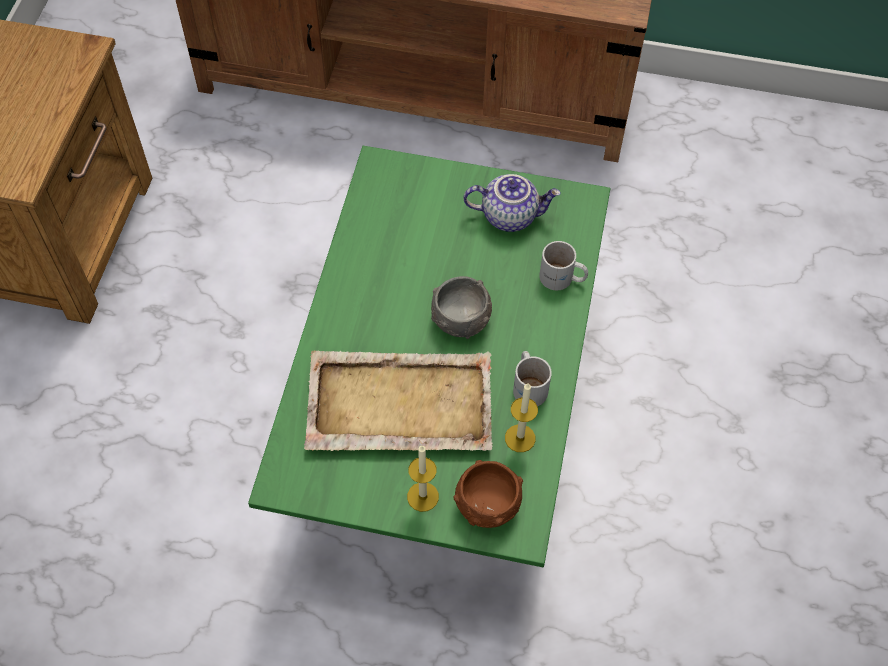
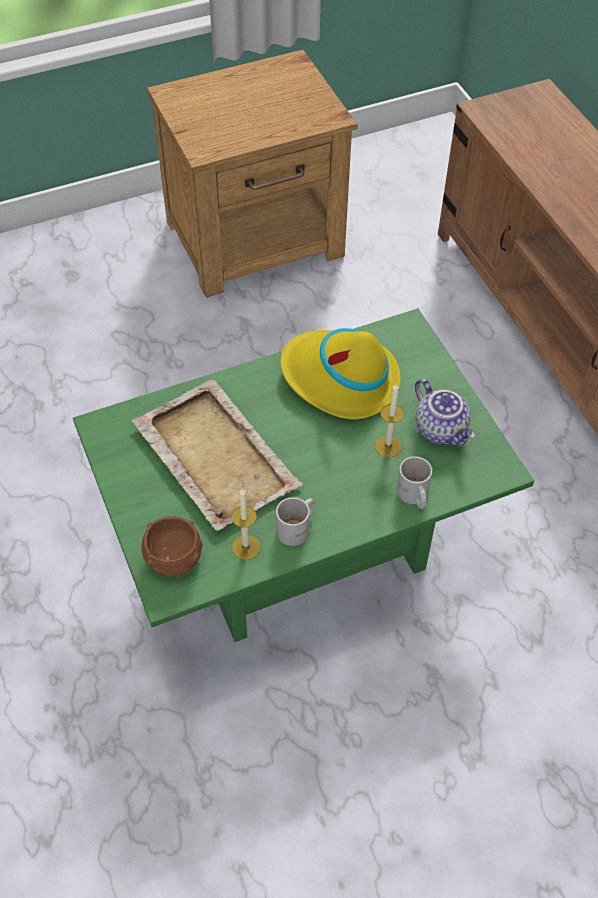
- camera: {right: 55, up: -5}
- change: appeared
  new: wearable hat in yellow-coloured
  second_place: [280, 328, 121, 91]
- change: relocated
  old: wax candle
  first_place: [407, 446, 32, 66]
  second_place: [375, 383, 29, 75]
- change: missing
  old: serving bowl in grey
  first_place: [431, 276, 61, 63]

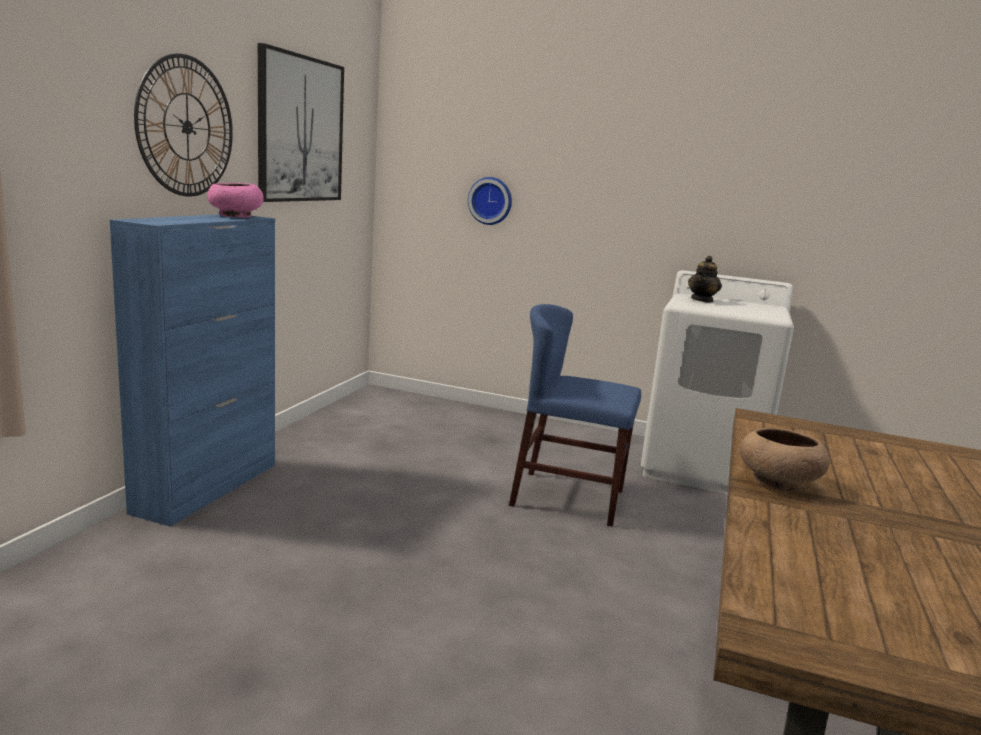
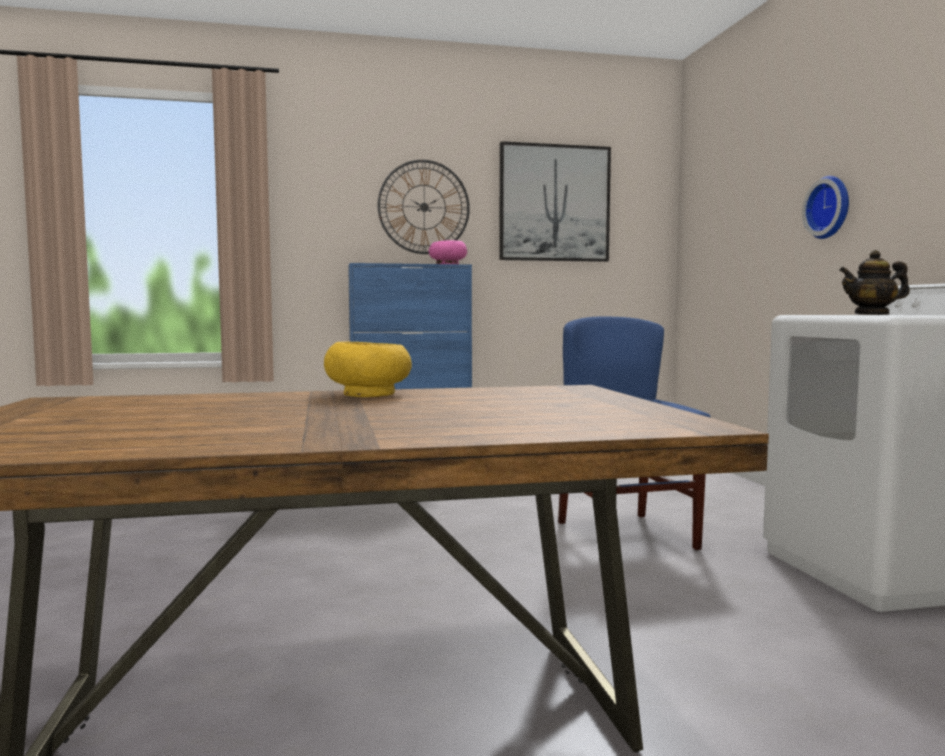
- camera: {right: 60, up: -10}
- change: colour
  old: serving bowl in brownish
  new: serving bowl in yellow-coloured
  first_place: [740, 428, 90, 64]
  second_place: [324, 341, 88, 56]
- change: relocated
  old: clock on the wall
  first_place: [468, 177, 44, 48]
  second_place: [802, 176, 47, 63]

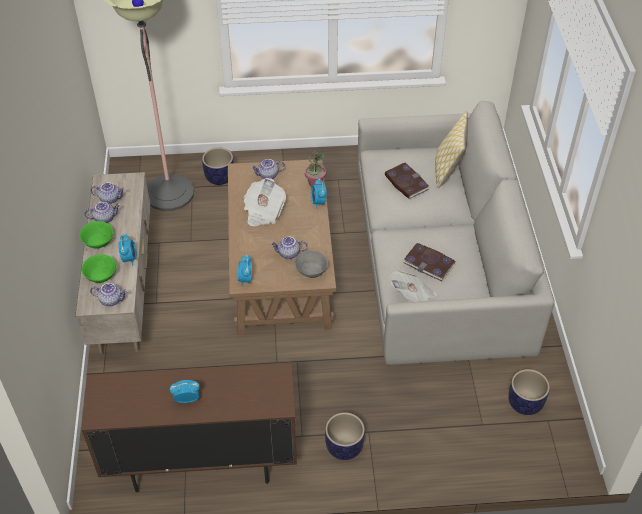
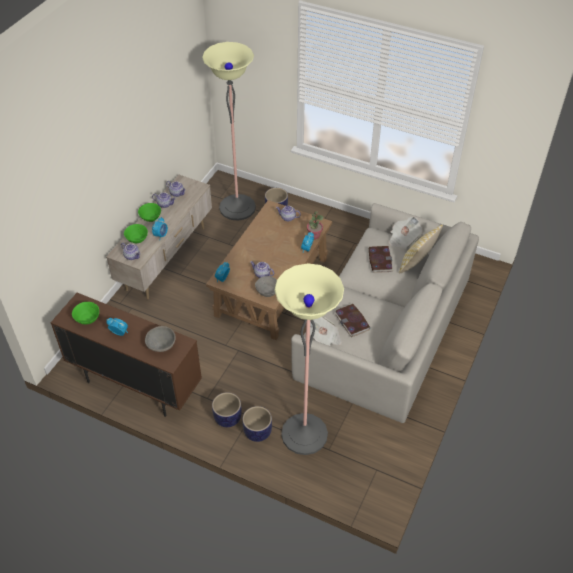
- camera: {right: 30, up: 0}
- change: appeared
  new: serving bowl in greenish
  second_place: [72, 302, 27, 23]
- change: appeared
  new: serving bowl in grey
  second_place: [145, 326, 31, 26]
- change: relocated
  old: planter
  first_place: [508, 369, 42, 46]
  second_place: [242, 406, 30, 36]
- change: appeared
  new: standing lamp
  second_place: [274, 263, 70, 192]
- change: relocated
  old: printed paper
  first_place: [243, 178, 43, 48]
  second_place: [388, 217, 35, 32]

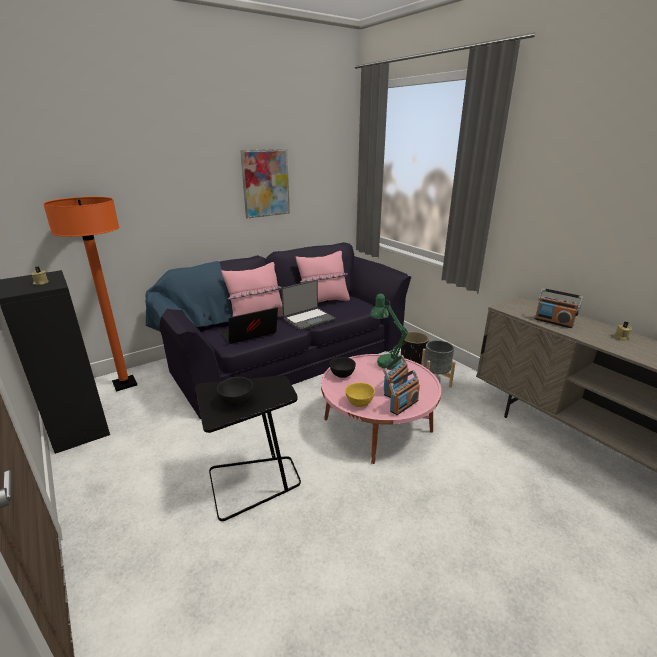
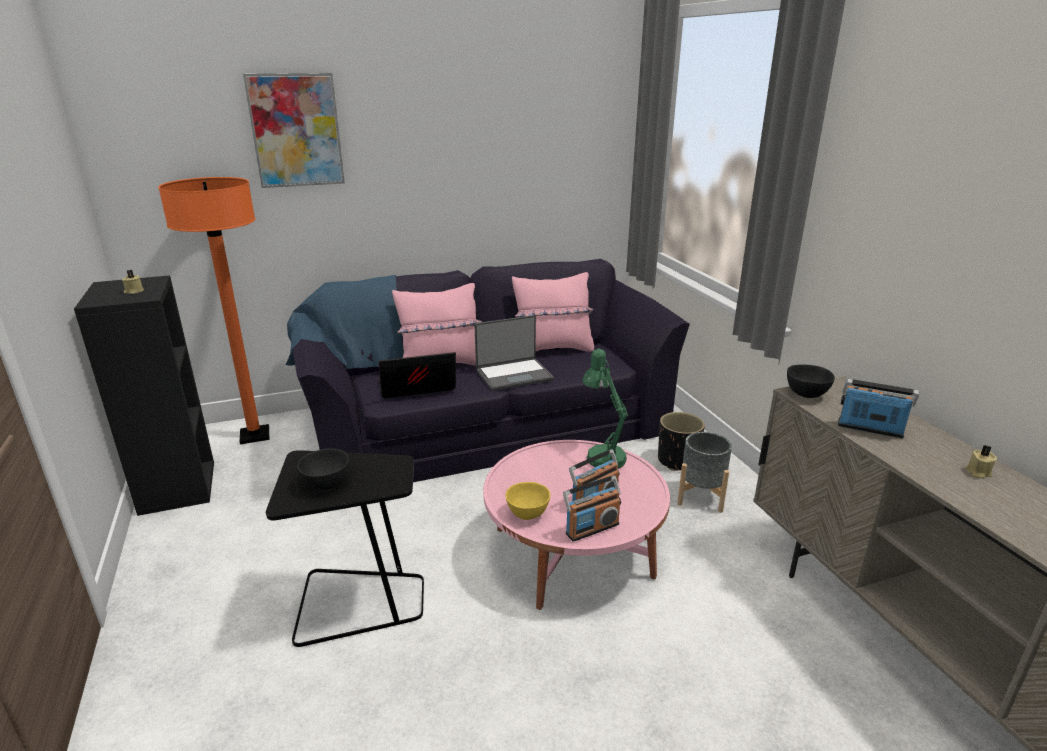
- camera: {right: 15, up: 0}
- change: relocated
  old: picture
  first_place: [240, 149, 50, 69]
  second_place: [243, 73, 102, 115]
- change: relocated
  old: serving bowl in blackish
  first_place: [330, 357, 26, 21]
  second_place: [787, 364, 48, 34]
- change: spun
  old: radio set
  first_place: [535, 288, 48, 40]
  second_place: [838, 379, 81, 59]
  degrees: 150

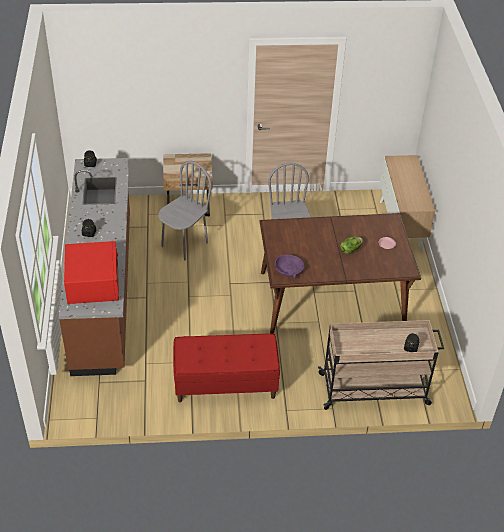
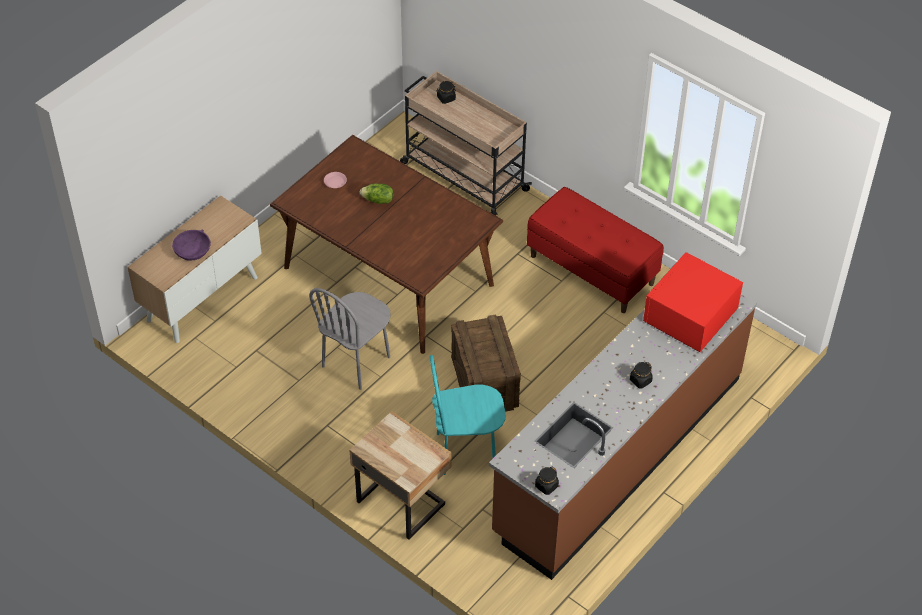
- camera: {right: -135, up: 5}
- change: relocated
  old: serving bowl in purple-coloured
  first_place: [275, 255, 29, 24]
  second_place: [172, 230, 39, 31]
- change: colour
  old: chair in grey
  new: chair in turquoise-coloured
  first_place: [158, 161, 54, 99]
  second_place: [430, 355, 76, 120]
- change: appeared
  new: shipping crate
  second_place: [451, 314, 70, 98]

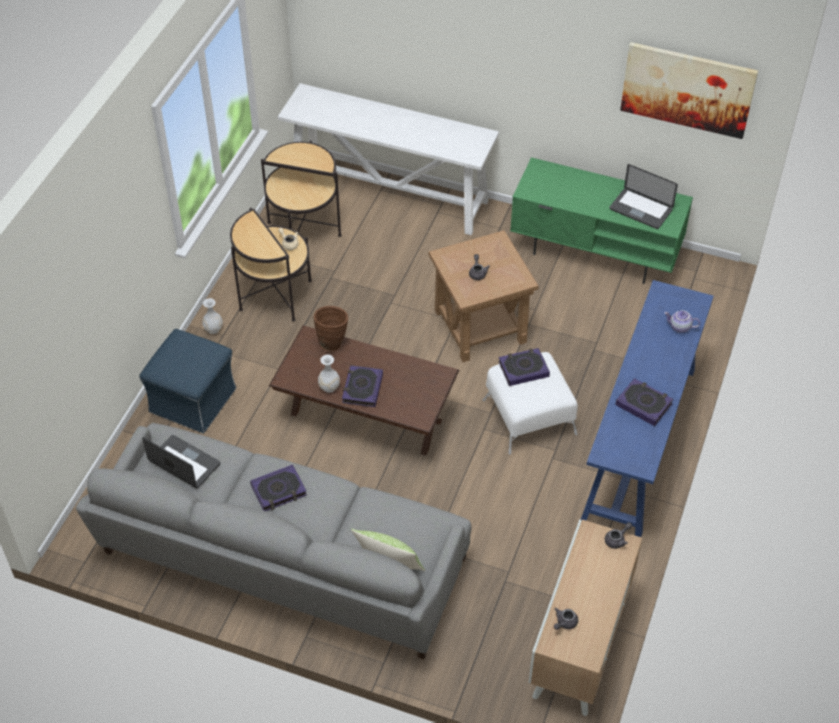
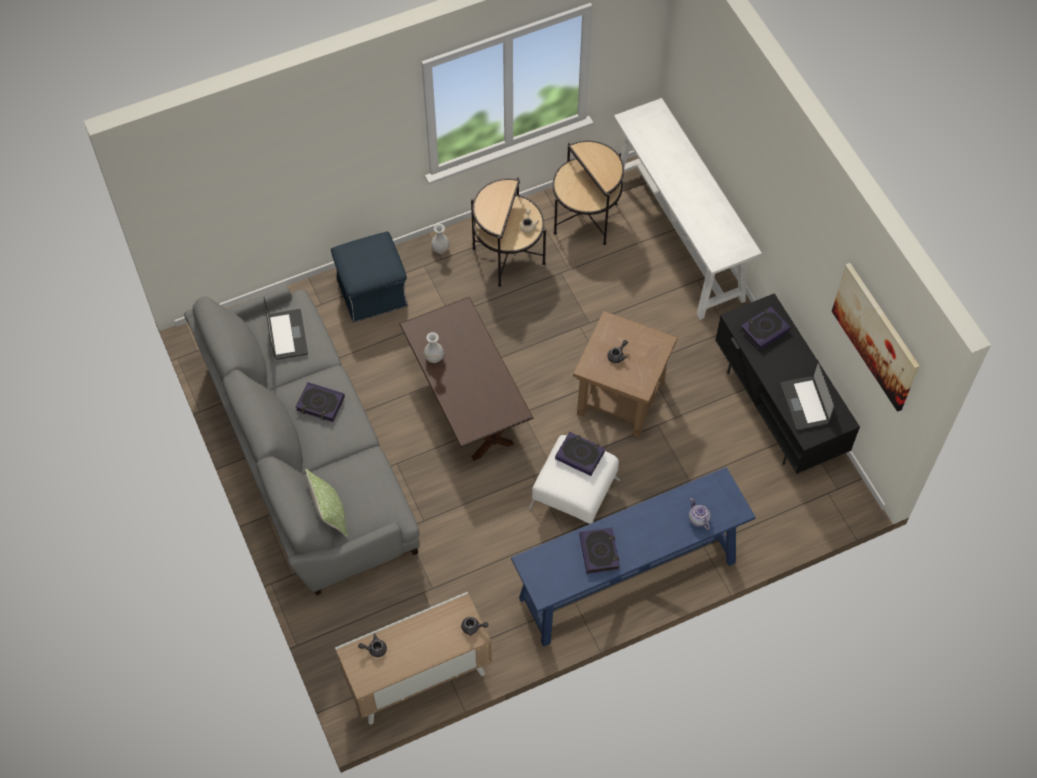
- camera: {right: 45, up: 10}
- change: colour
  old: tv unit in greenish
  new: tv unit in blackish
  first_place: [510, 157, 183, 127]
  second_place: [715, 293, 145, 181]
- change: relocated
  old: book
  first_place: [342, 365, 41, 42]
  second_place: [740, 307, 50, 43]
- change: missing
  old: decorative vase in brownish
  first_place: [314, 306, 34, 46]

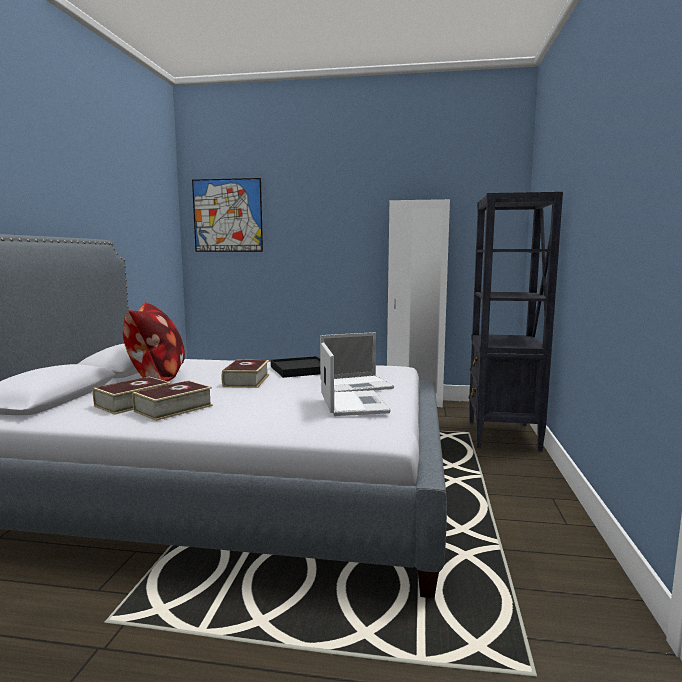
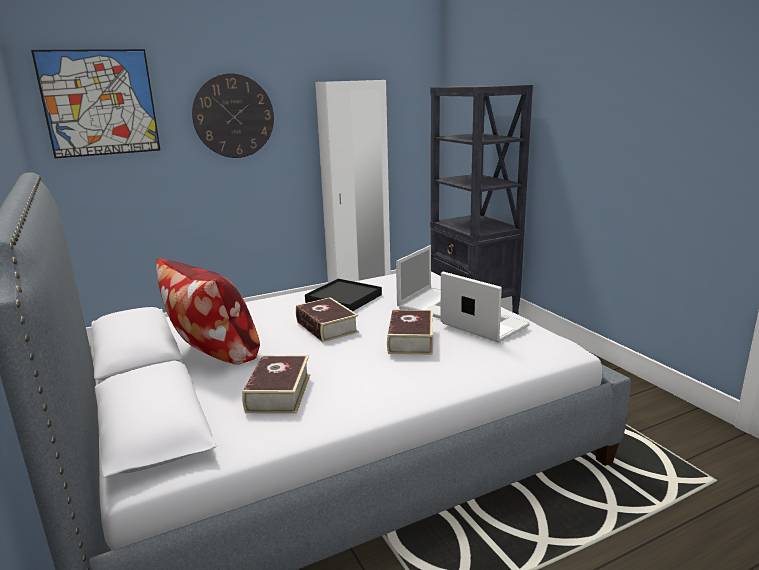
- camera: {right: -35, up: 10}
- change: appeared
  new: clock on the wall
  second_place: [192, 73, 82, 85]
- change: relocated
  old: book
  first_place: [132, 380, 81, 41]
  second_place: [387, 310, 46, 45]

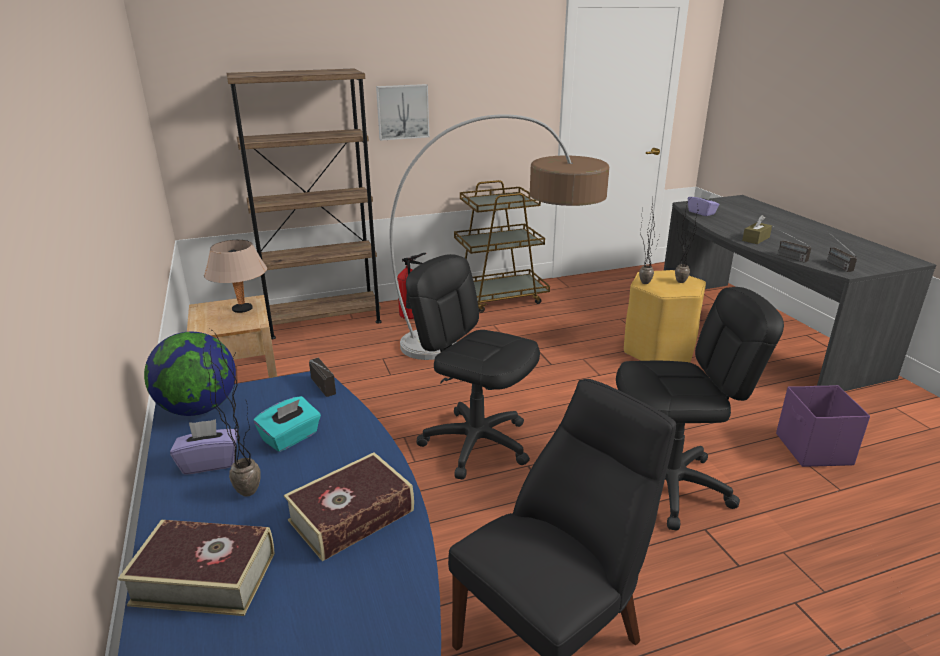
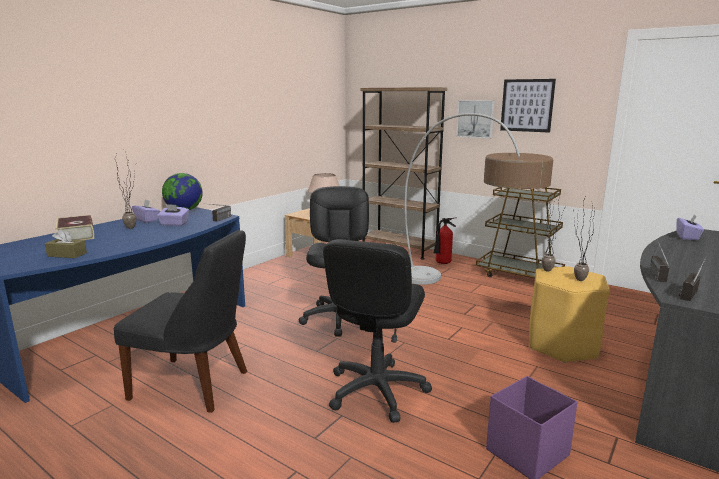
- camera: {right: 55, up: -10}
- change: relocated
  old: tissue holder in brownish
  first_place: [742, 215, 30, 29]
  second_place: [45, 229, 42, 29]
- change: colour
  old: tissue holder in turquoise-coloured
  new: tissue holder in purple-coloured
  first_place: [254, 396, 67, 56]
  second_place: [157, 204, 32, 22]
- change: spun
  old: computer chair in blackish
  first_place: [616, 287, 168, 244]
  second_place: [323, 239, 109, 184]
  degrees: 60
- change: appeared
  new: picture
  second_place: [500, 79, 56, 54]
- change: missing
  old: book
  first_place: [284, 452, 130, 109]

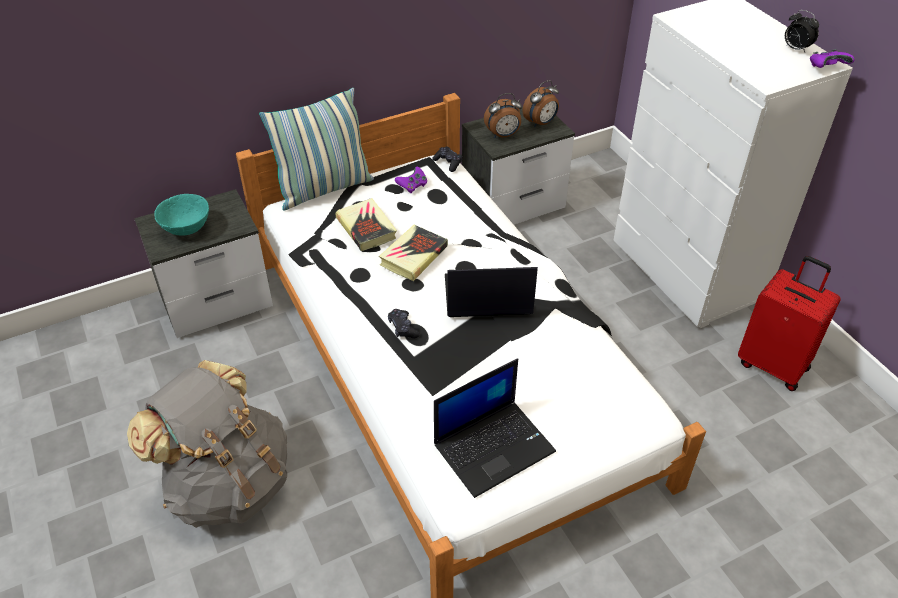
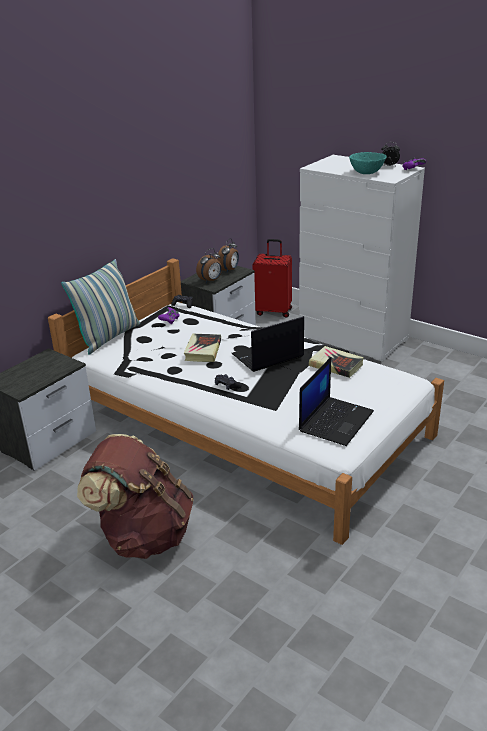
- camera: {right: -25, up: -15}
- change: colour
  old: rucksack in grey
  new: rucksack in brownish
  first_place: [127, 360, 160, 168]
  second_place: [77, 434, 117, 125]
- change: relocated
  old: piece of luggage in reddish
  first_place: [738, 256, 103, 135]
  second_place: [252, 239, 40, 79]
- change: relocated
  old: book
  first_place: [336, 198, 61, 53]
  second_place: [309, 346, 55, 32]
- change: relocated
  old: serving bowl in turquoise-coloured
  first_place: [154, 194, 55, 42]
  second_place: [349, 152, 38, 22]

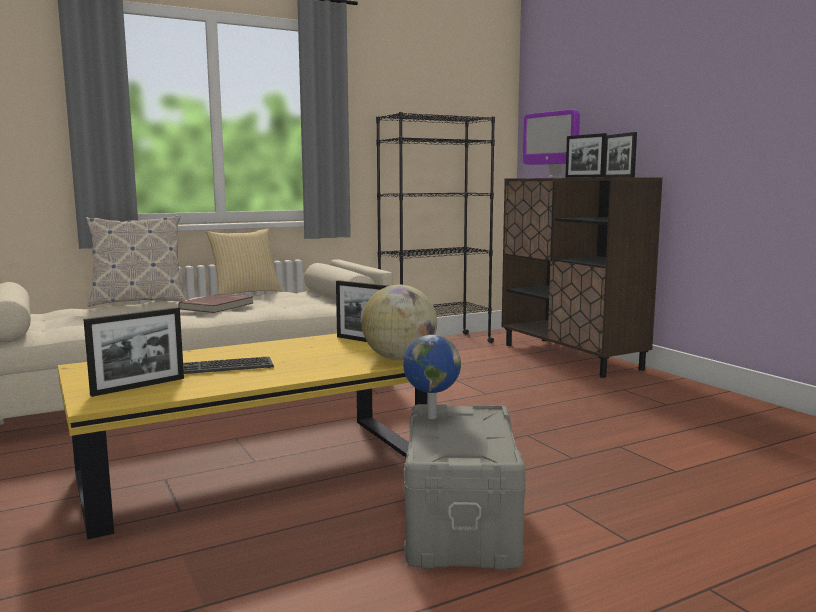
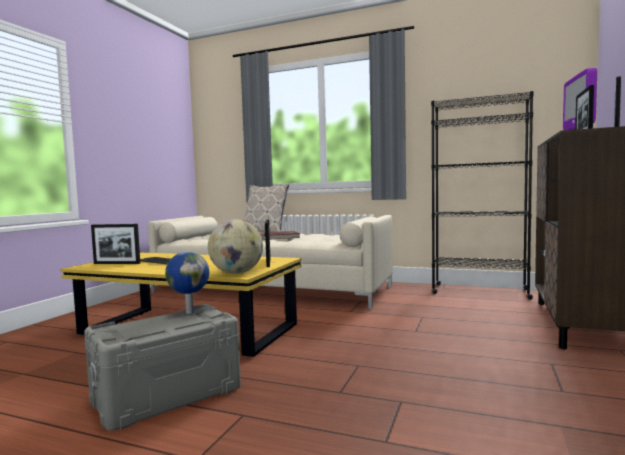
- camera: {right: 50, up: -5}
- change: missing
  old: cushion
  first_place: [207, 228, 75, 66]

